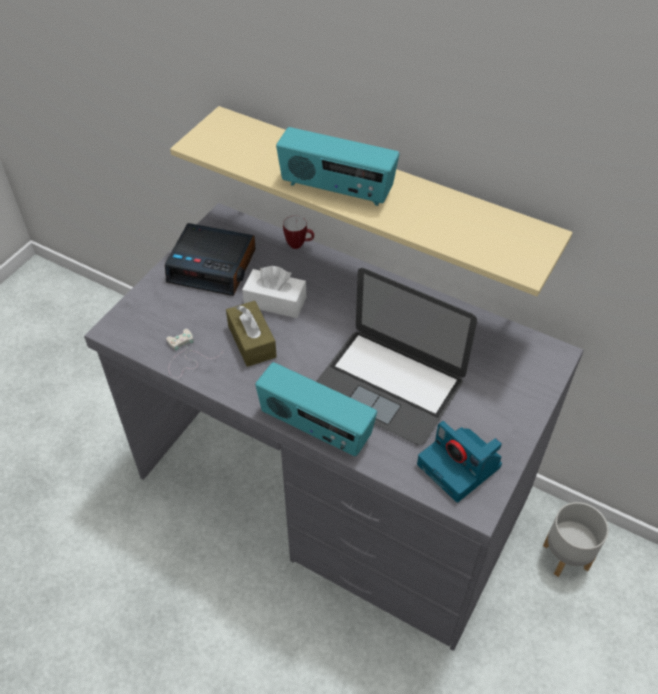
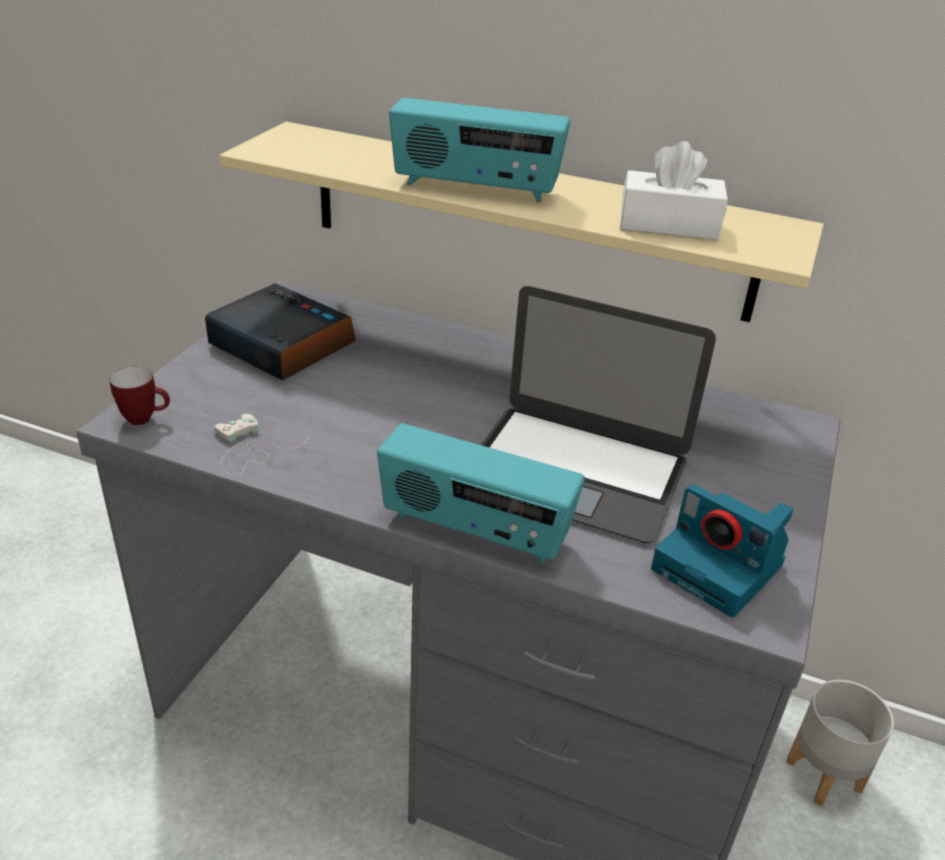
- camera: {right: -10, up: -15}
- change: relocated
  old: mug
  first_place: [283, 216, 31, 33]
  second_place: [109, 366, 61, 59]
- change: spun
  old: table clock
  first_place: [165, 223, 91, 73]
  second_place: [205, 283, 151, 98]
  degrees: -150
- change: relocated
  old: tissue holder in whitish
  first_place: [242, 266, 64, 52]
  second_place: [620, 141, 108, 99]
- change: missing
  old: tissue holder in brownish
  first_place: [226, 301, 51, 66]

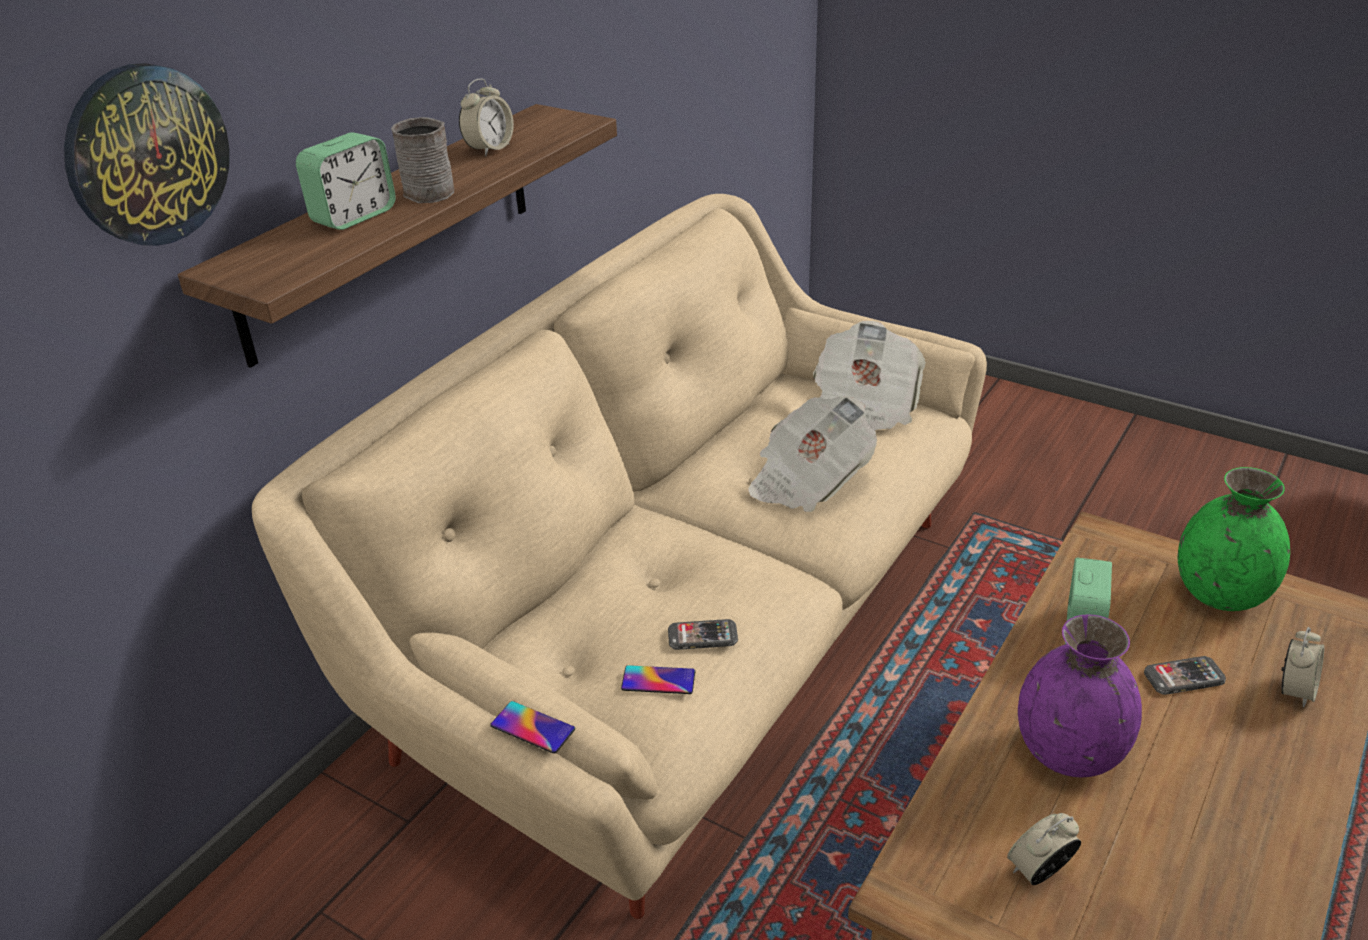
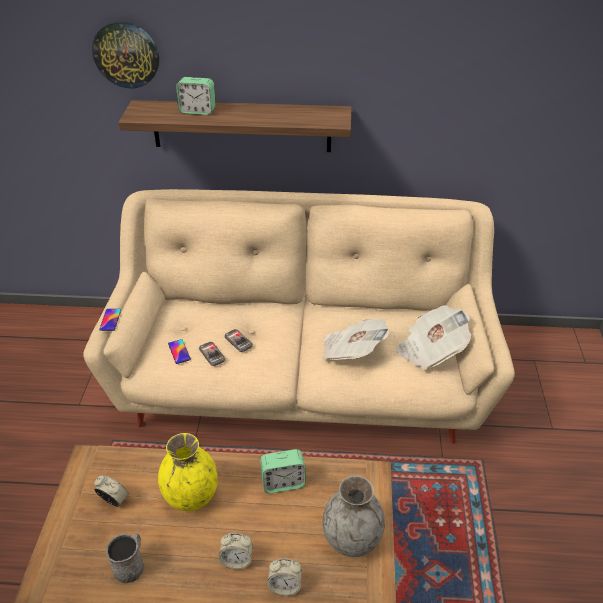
- camera: {right: 60, up: 5}
- change: relocated
  old: mug in grey
  first_place: [391, 117, 63, 86]
  second_place: [106, 533, 38, 51]
- change: colour
  old: decorative vase in purple-coloured
  new: decorative vase in yellow-coloured
  first_place: [1018, 614, 124, 163]
  second_place: [158, 433, 60, 78]
- change: relocated
  old: table clock
  first_place: [459, 79, 55, 77]
  second_place: [218, 533, 35, 37]
- change: relocated
  old: telephone
  first_place: [1144, 656, 82, 39]
  second_place: [224, 329, 29, 23]
- change: colour
  old: decorative vase in greenish
  new: decorative vase in grey
  first_place: [1178, 467, 112, 144]
  second_place: [323, 476, 62, 81]

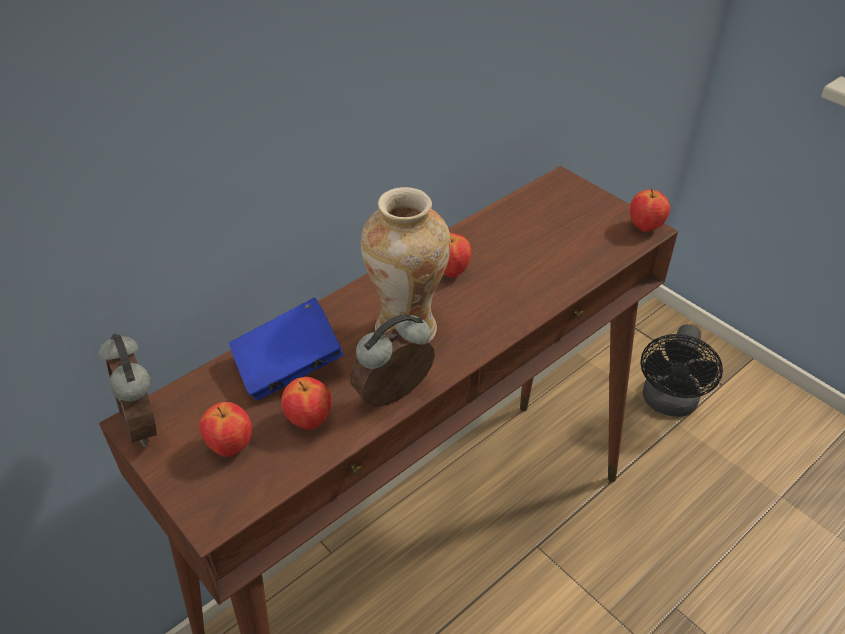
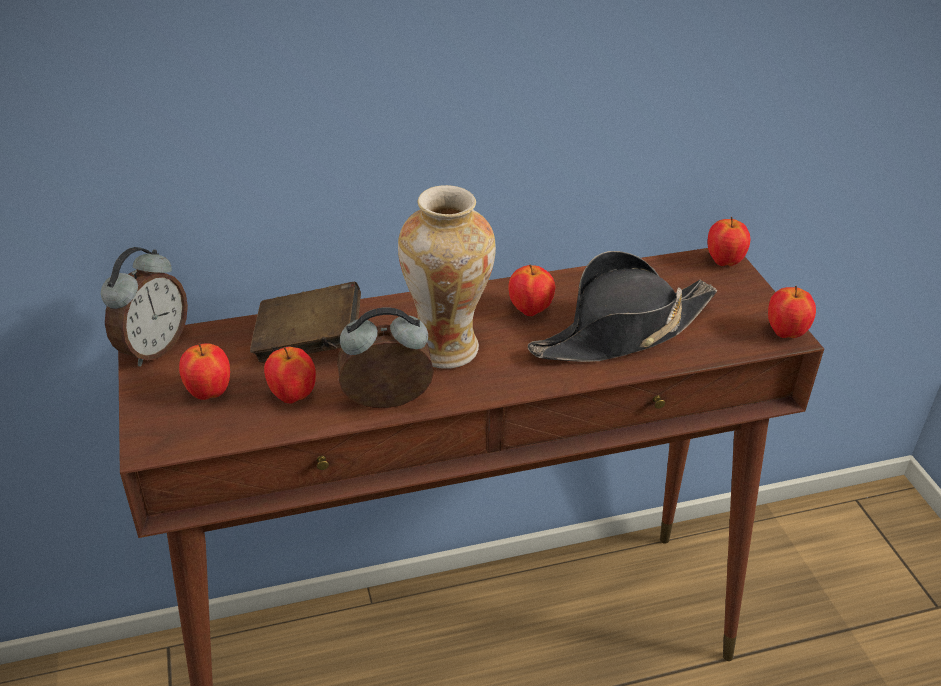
- camera: {right: 25, up: -5}
- change: spun
  old: table clock
  first_place: [99, 333, 58, 114]
  second_place: [101, 247, 87, 120]
  degrees: -150
- change: colour
  old: book in bluish
  new: book in brownish
  first_place: [229, 298, 115, 102]
  second_place: [250, 282, 111, 81]
- change: appeared
  new: wearable hat in blackish
  second_place: [528, 251, 189, 111]
- change: appeared
  new: whole apple
  second_place: [708, 217, 42, 49]
- change: missing
  old: fan in blackish
  first_place: [641, 324, 82, 93]

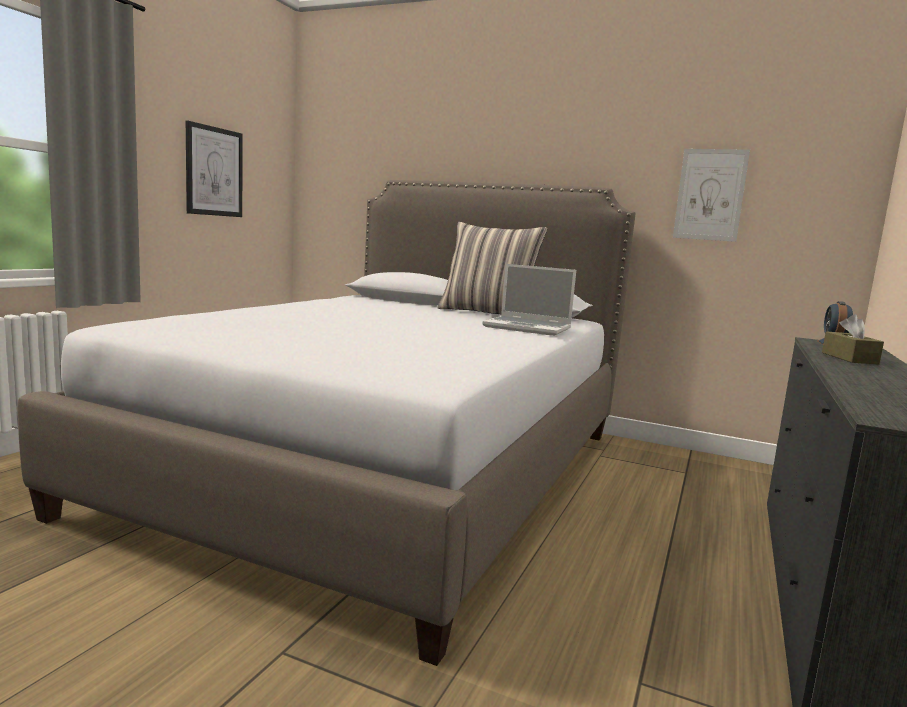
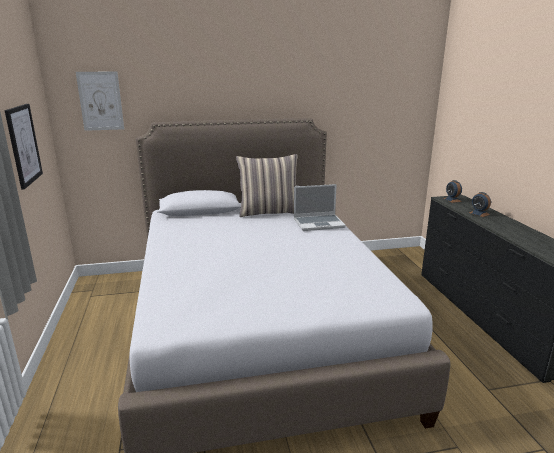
- camera: {right: -35, up: 10}
- change: relocated
  old: picture
  first_place: [673, 149, 77, 93]
  second_place: [76, 72, 48, 59]
- change: exchanged
  old: tissue holder in brownish
  new: table clock
  first_place: [822, 314, 62, 51]
  second_place: [469, 192, 22, 25]

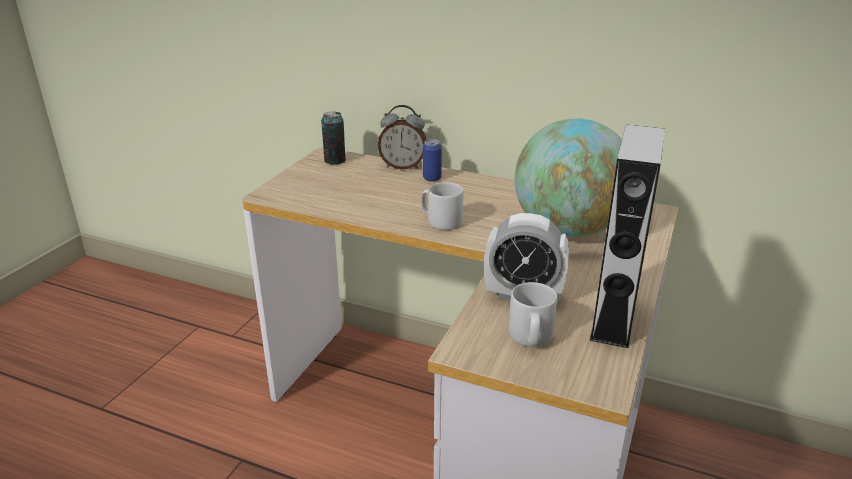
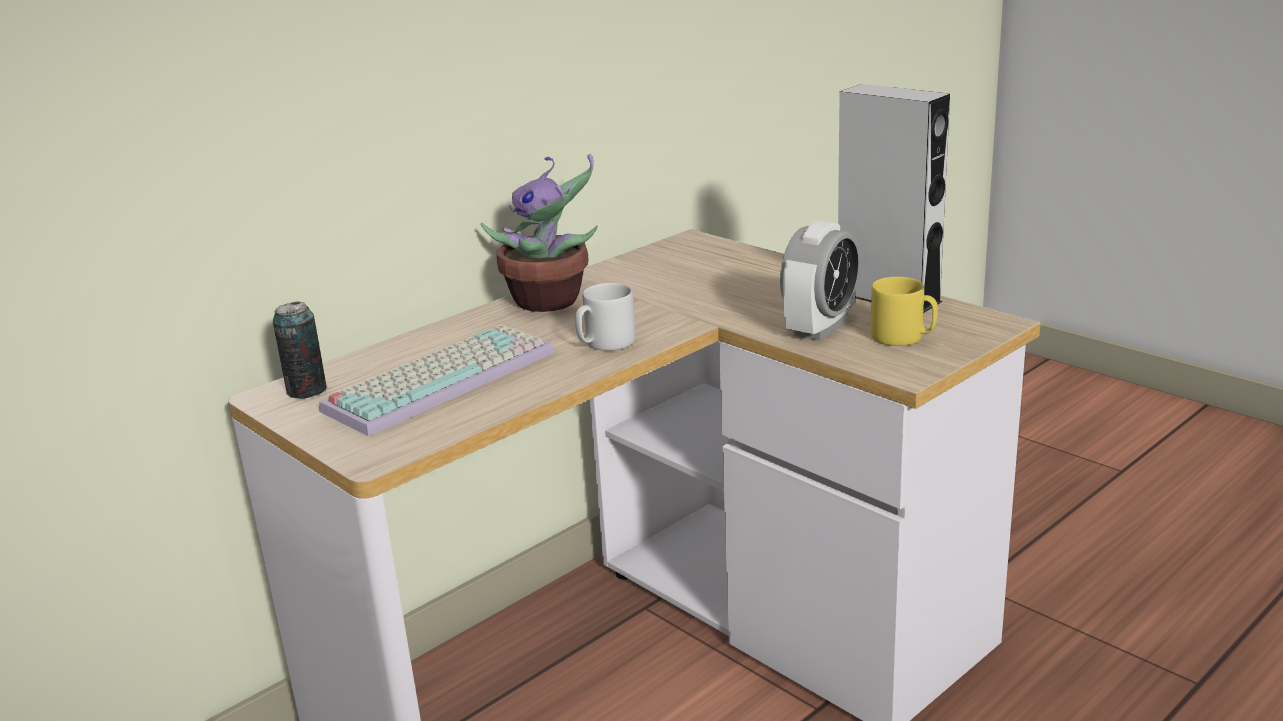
- camera: {right: -65, up: -5}
- change: appeared
  new: PC keyboard
  second_place: [319, 324, 236, 112]
- change: appeared
  new: potted plant
  second_place: [481, 154, 117, 158]
- change: colour
  old: mug in grey
  new: mug in yellow-coloured
  first_place: [509, 282, 48, 65]
  second_place: [871, 277, 67, 69]
- change: missing
  old: table clock
  first_place: [378, 105, 48, 65]
- change: missing
  old: sealed can
  first_place: [423, 139, 19, 43]
- change: missing
  old: world globe
  first_place: [515, 118, 107, 120]

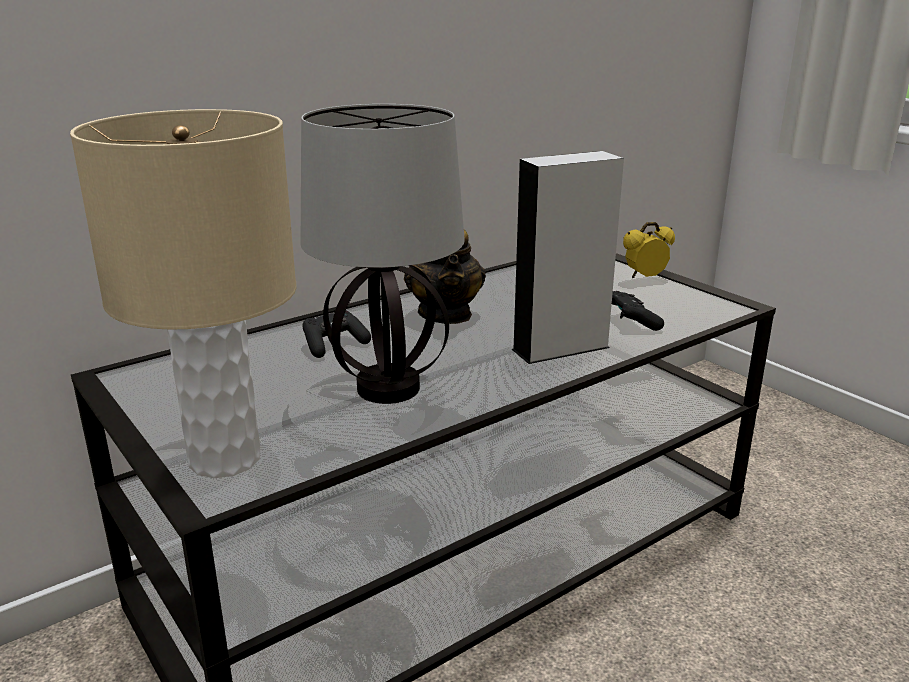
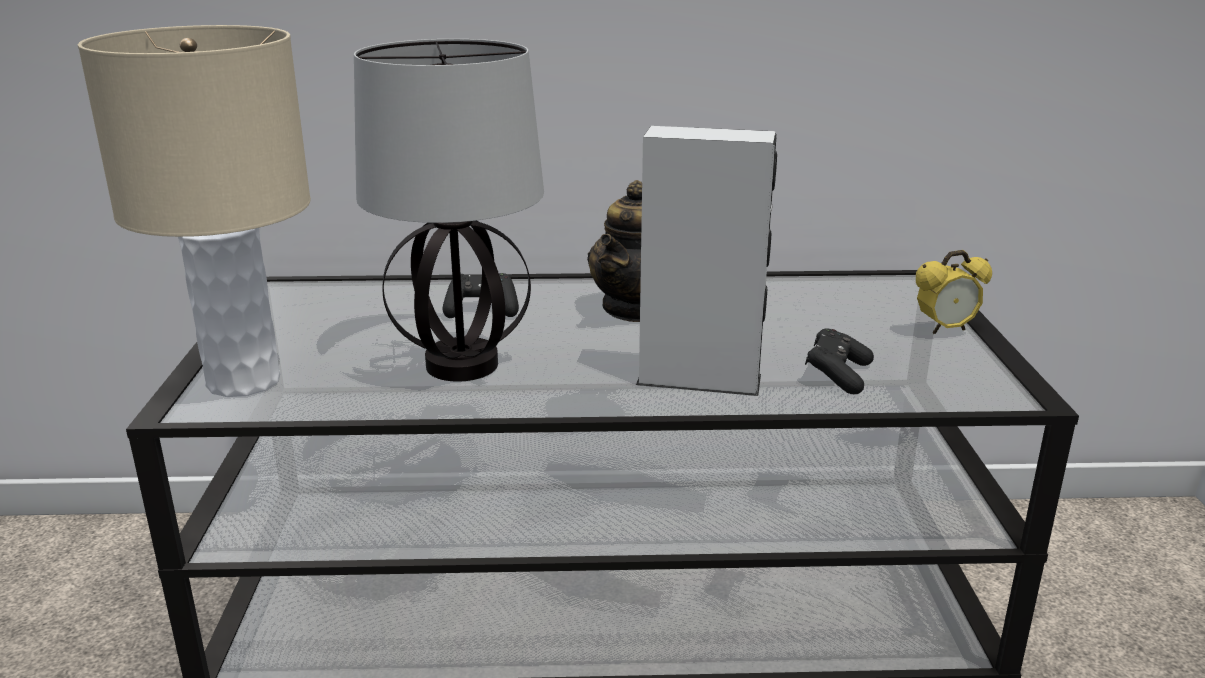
- camera: {right: 35, up: 0}
- change: spun
  old: table clock
  first_place: [623, 222, 52, 56]
  second_place: [916, 250, 76, 84]
  degrees: 150

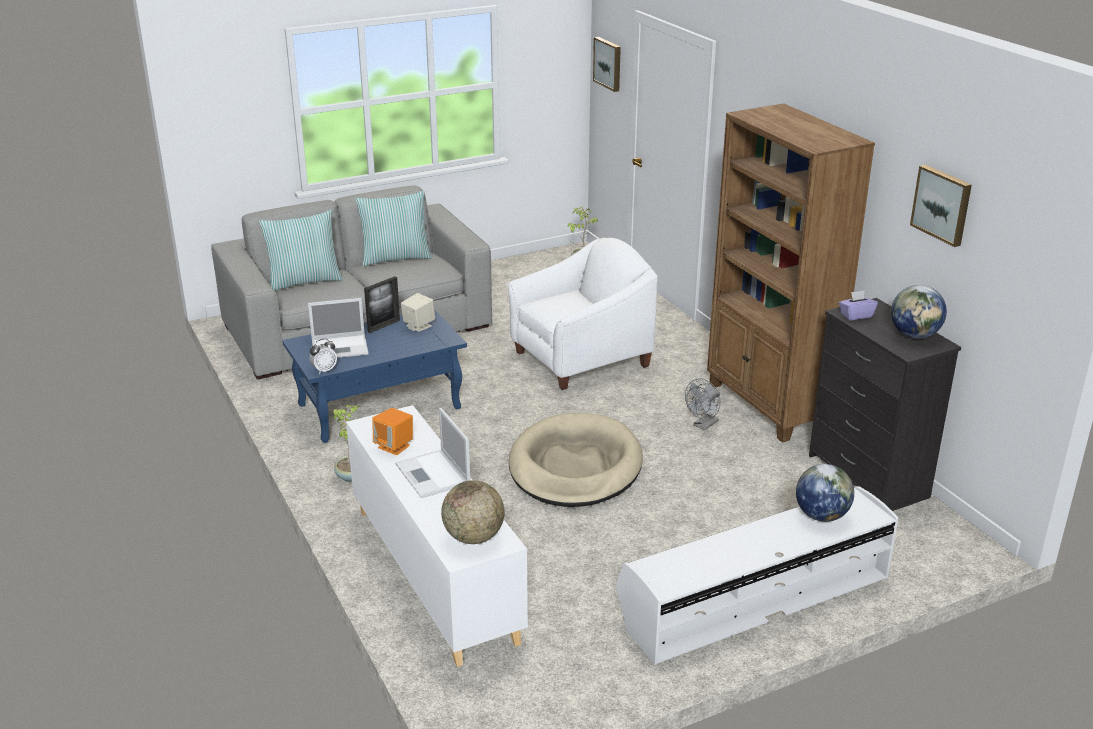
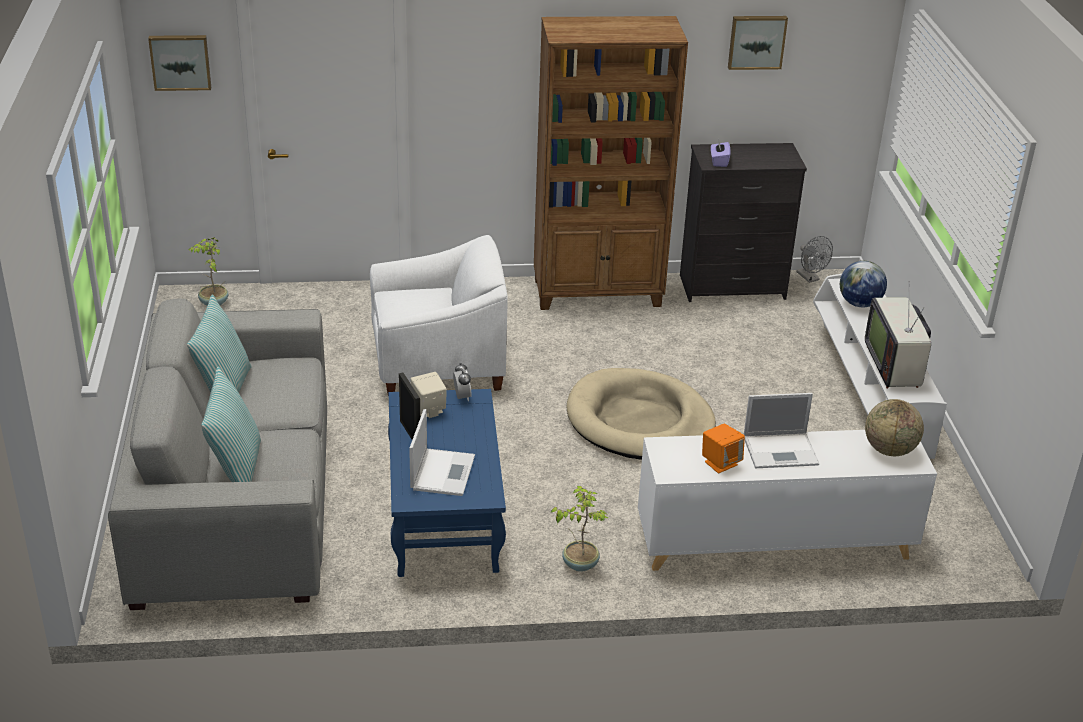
- camera: {right: -70, up: 5}
- change: spun
  old: armchair in whitish
  first_place: [508, 238, 150, 152]
  second_place: [370, 235, 138, 161]
  degrees: 90
- change: relocated
  old: table clock
  first_place: [309, 339, 28, 35]
  second_place: [453, 363, 19, 38]
- change: relocated
  old: fan in grey
  first_place: [685, 378, 36, 52]
  second_place: [797, 236, 36, 47]
- change: appeared
  new: television
  second_place: [865, 281, 66, 108]
- change: missing
  old: world globe
  first_place: [891, 285, 56, 54]

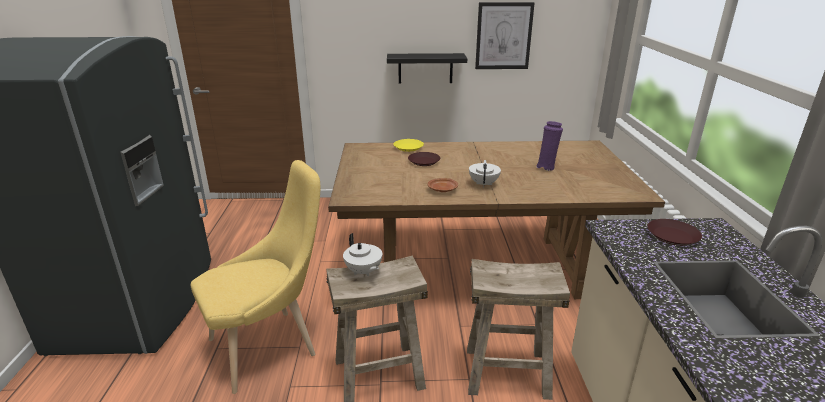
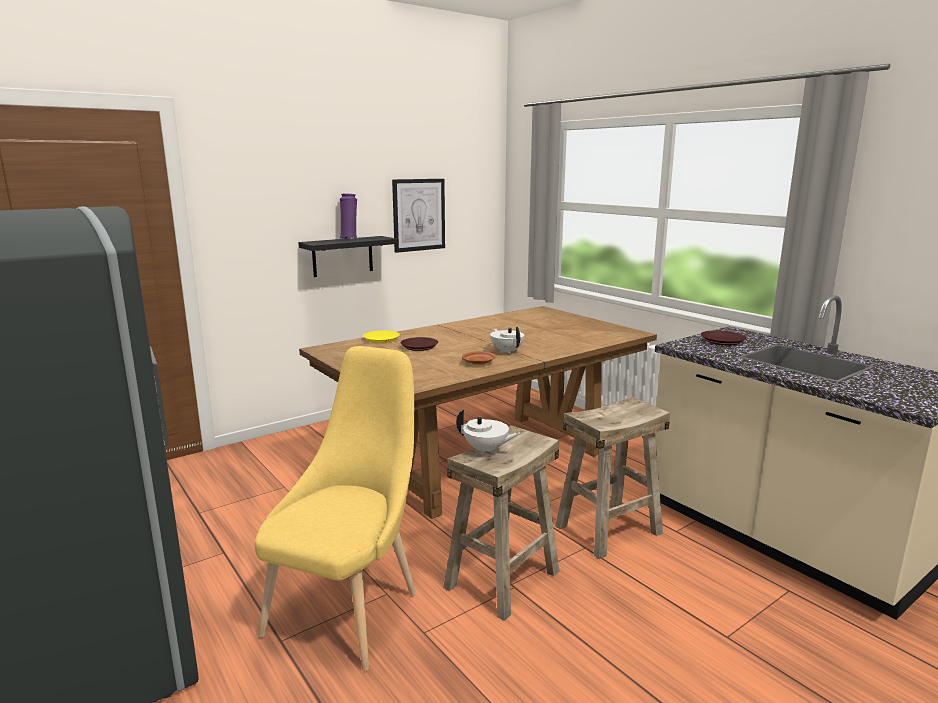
- camera: {right: -35, up: -10}
- change: relocated
  old: decorative vase in purple-coloured
  first_place: [536, 121, 27, 50]
  second_place: [340, 194, 17, 45]

